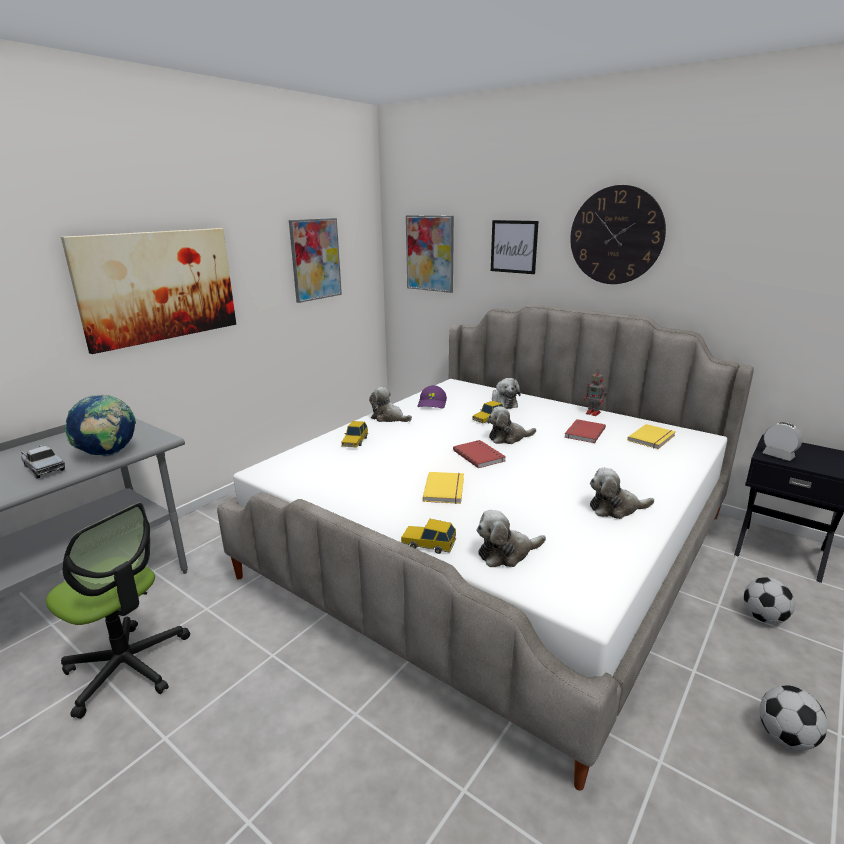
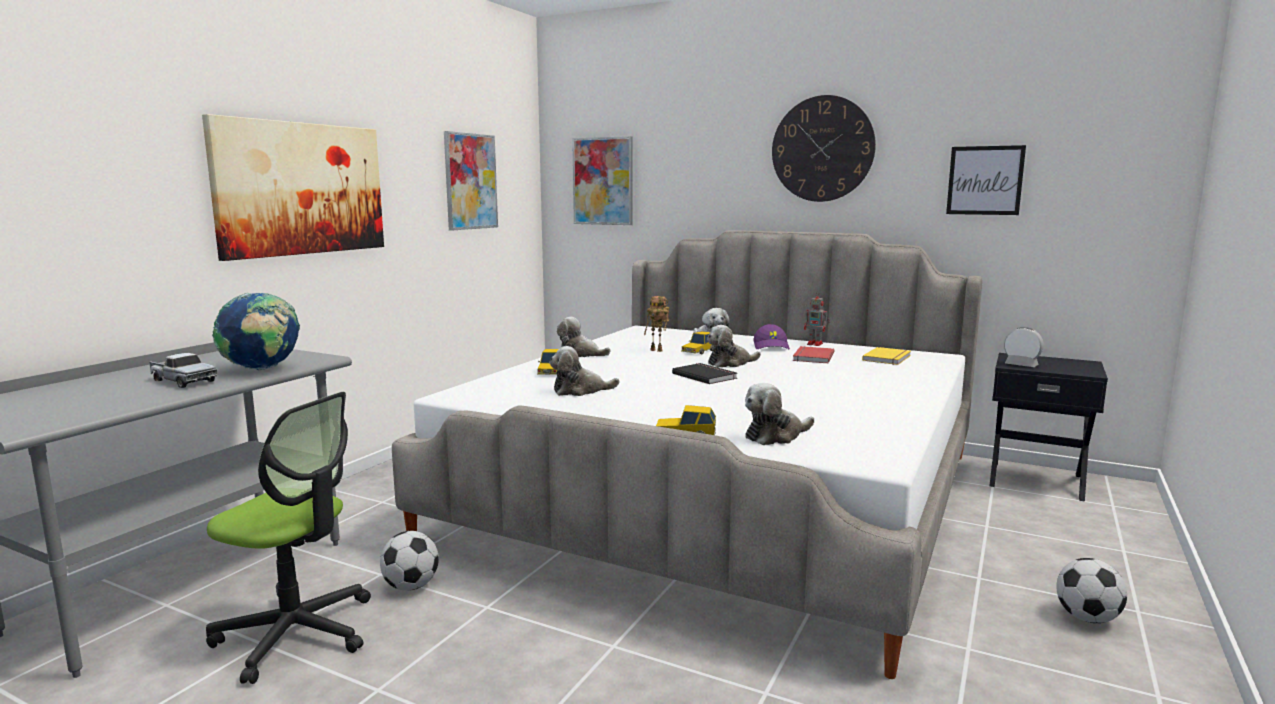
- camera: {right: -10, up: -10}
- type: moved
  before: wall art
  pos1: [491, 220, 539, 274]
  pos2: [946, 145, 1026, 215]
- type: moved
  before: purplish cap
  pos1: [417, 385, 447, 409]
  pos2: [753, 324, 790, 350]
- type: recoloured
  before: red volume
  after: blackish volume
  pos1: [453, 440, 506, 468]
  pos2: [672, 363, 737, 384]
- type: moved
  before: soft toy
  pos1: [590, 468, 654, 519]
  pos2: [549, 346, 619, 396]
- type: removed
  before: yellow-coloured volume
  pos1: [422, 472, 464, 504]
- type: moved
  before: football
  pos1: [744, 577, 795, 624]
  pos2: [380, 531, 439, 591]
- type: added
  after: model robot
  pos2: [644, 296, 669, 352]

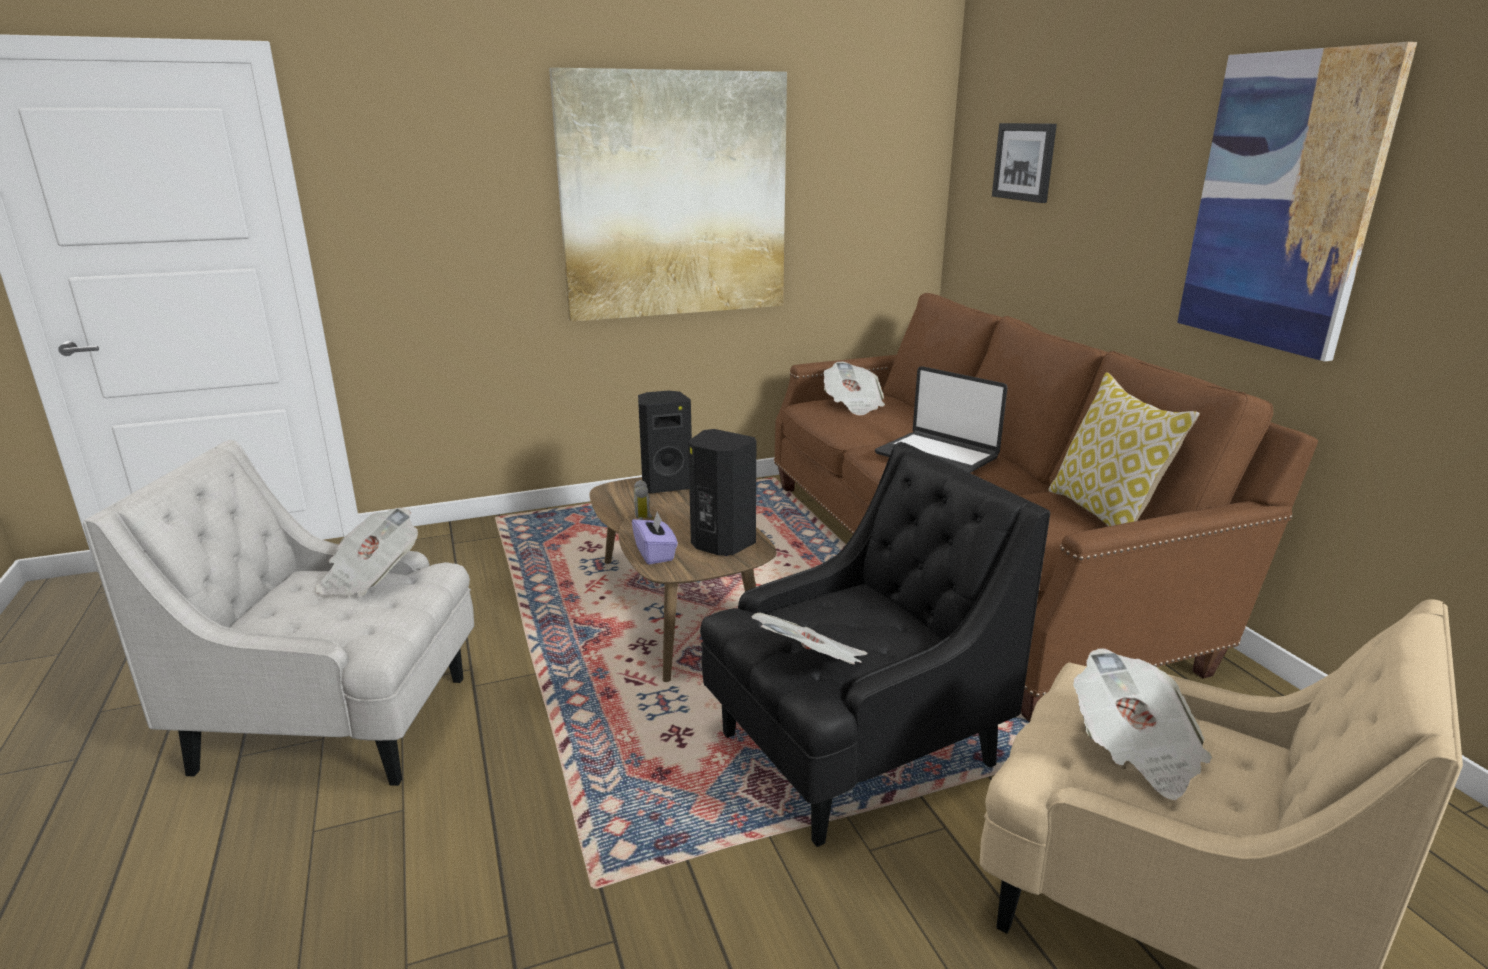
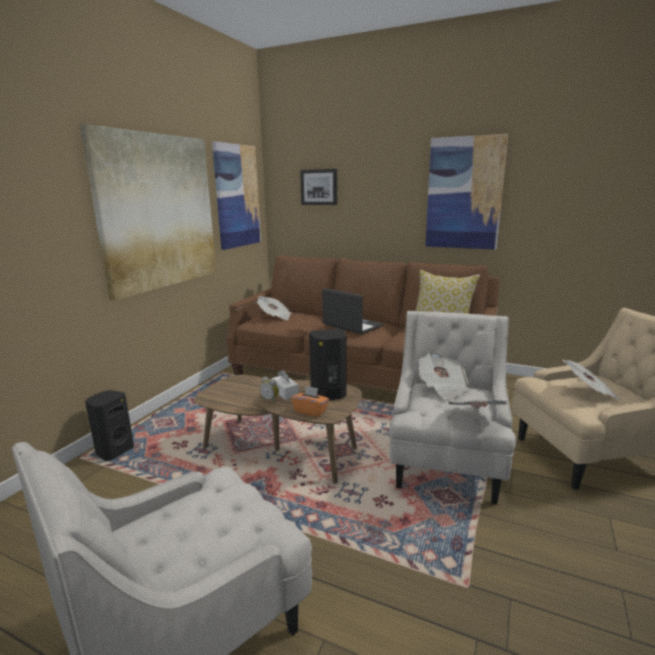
- camera: {right: -45, up: -5}
- type: turned
  before: notebook computer
  pos1: [875, 366, 1008, 473]
  pos2: [322, 288, 384, 334]
  turn: -135
- type: moved
  before: blackish loudspeaker
  pos1: [638, 391, 692, 494]
  pos2: [85, 390, 134, 461]
- type: recoloured
  before: blackish easy chair
  after: white easy chair
  pos1: [700, 442, 1050, 847]
  pos2: [389, 311, 516, 505]
- type: moved
  before: newspaper
  pos1: [315, 508, 418, 596]
  pos2: [419, 352, 469, 400]
- type: recoloured
  before: purplish box of tissues
  after: orange-coloured box of tissues
  pos1: [632, 511, 678, 564]
  pos2: [291, 386, 329, 417]
- type: added
  after: wall art
  pos2: [212, 141, 261, 250]
- type: added
  after: white box of tissues
  pos2: [272, 370, 299, 400]

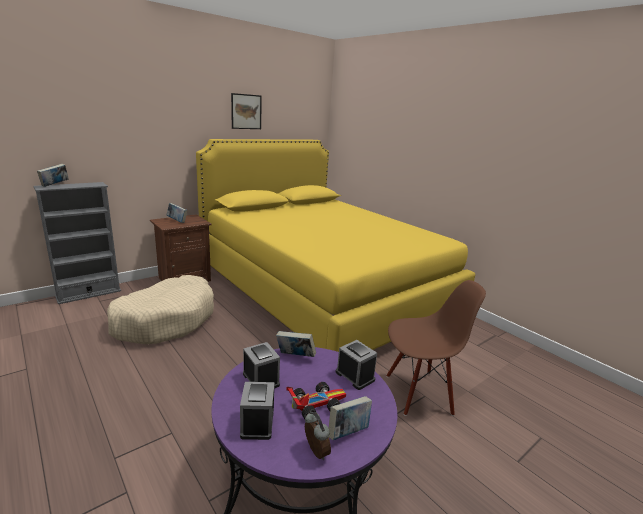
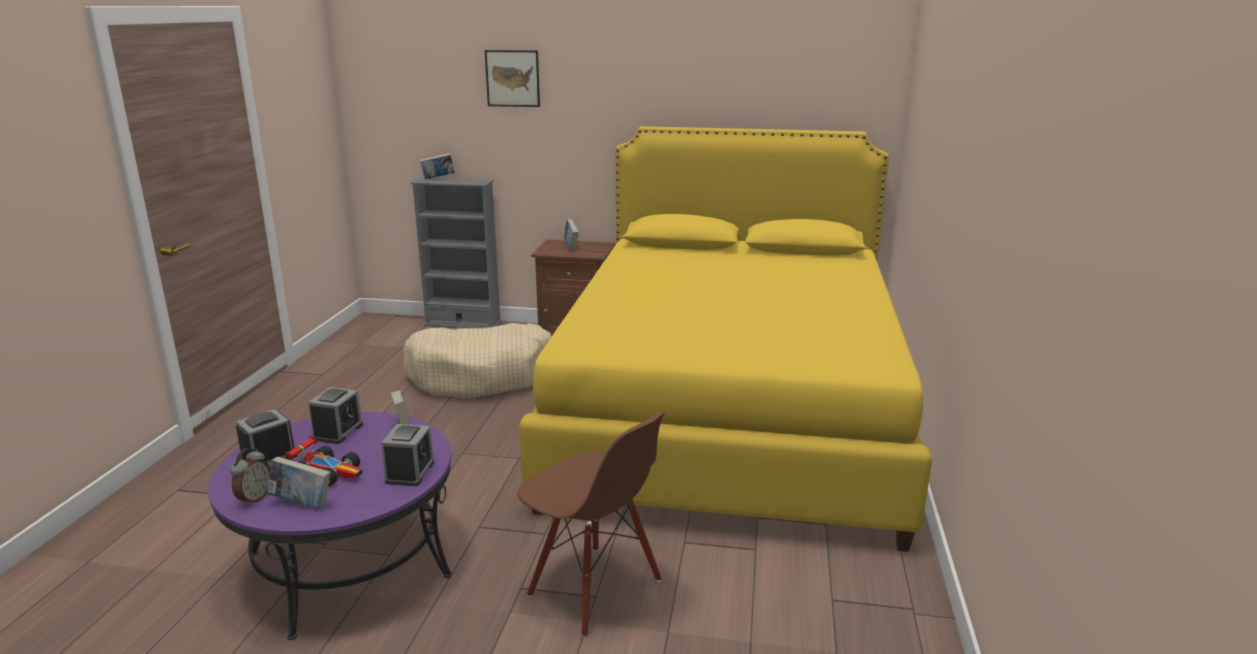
- camera: {right: 50, up: 0}
- type: moved
  before: wall art
  pos1: [231, 93, 262, 129]
  pos2: [485, 50, 540, 107]

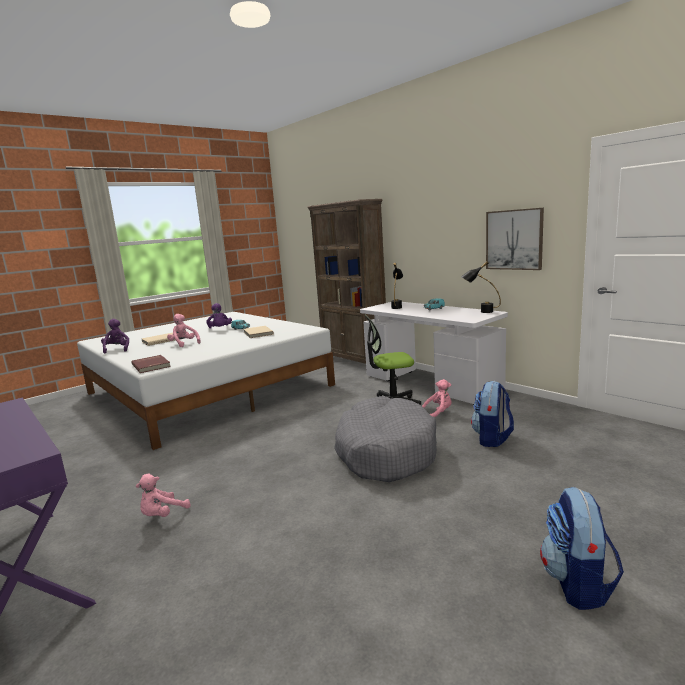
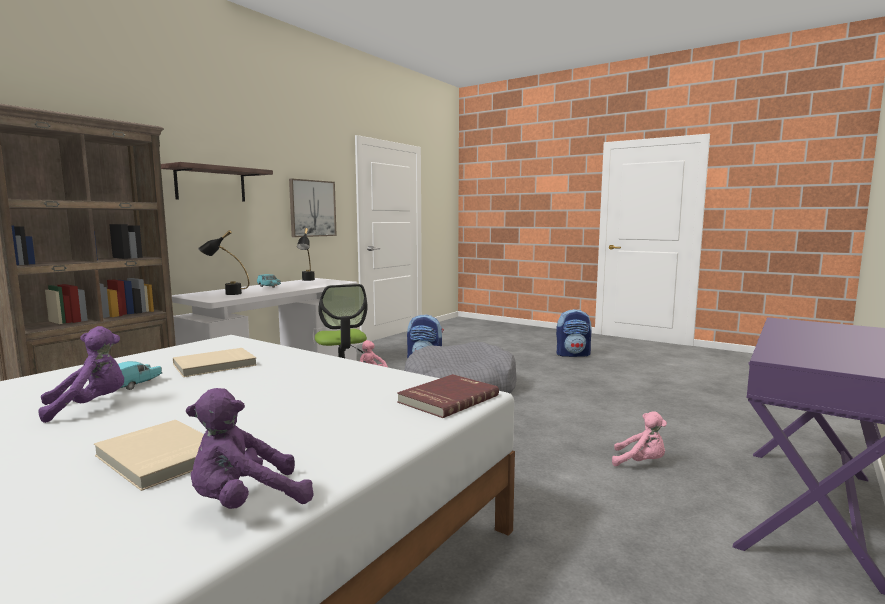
- camera: {right: -105, up: -5}
- type: removed
  before: pink-coloured soft toy
  pos1: [167, 314, 201, 347]
- type: added
  after: wall shelf
  pos2: [161, 162, 273, 201]

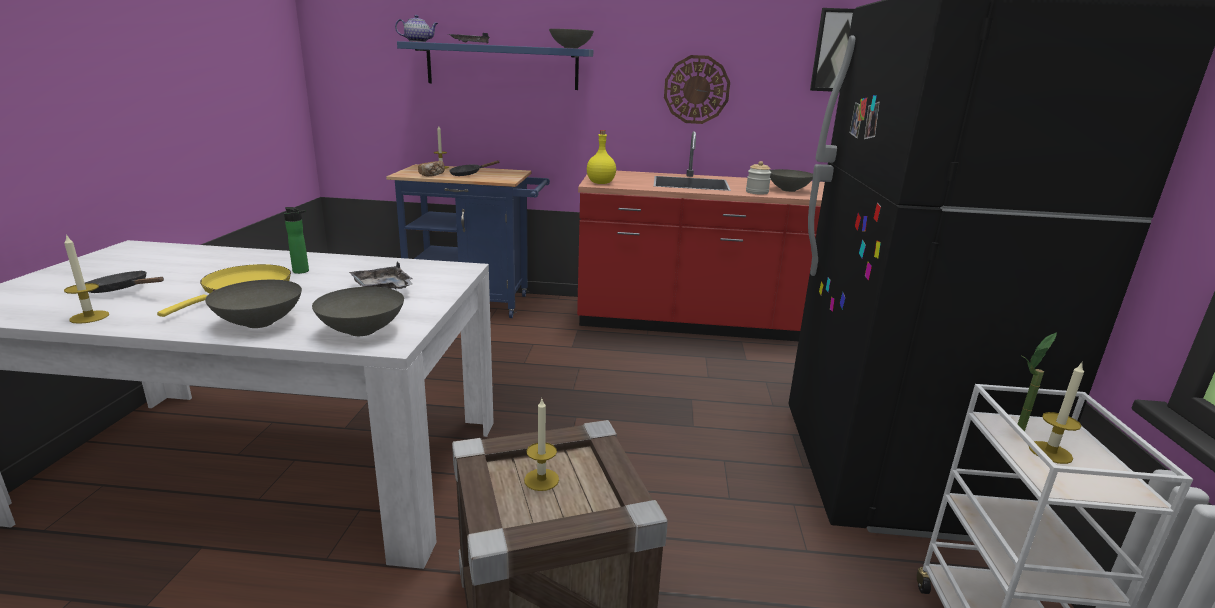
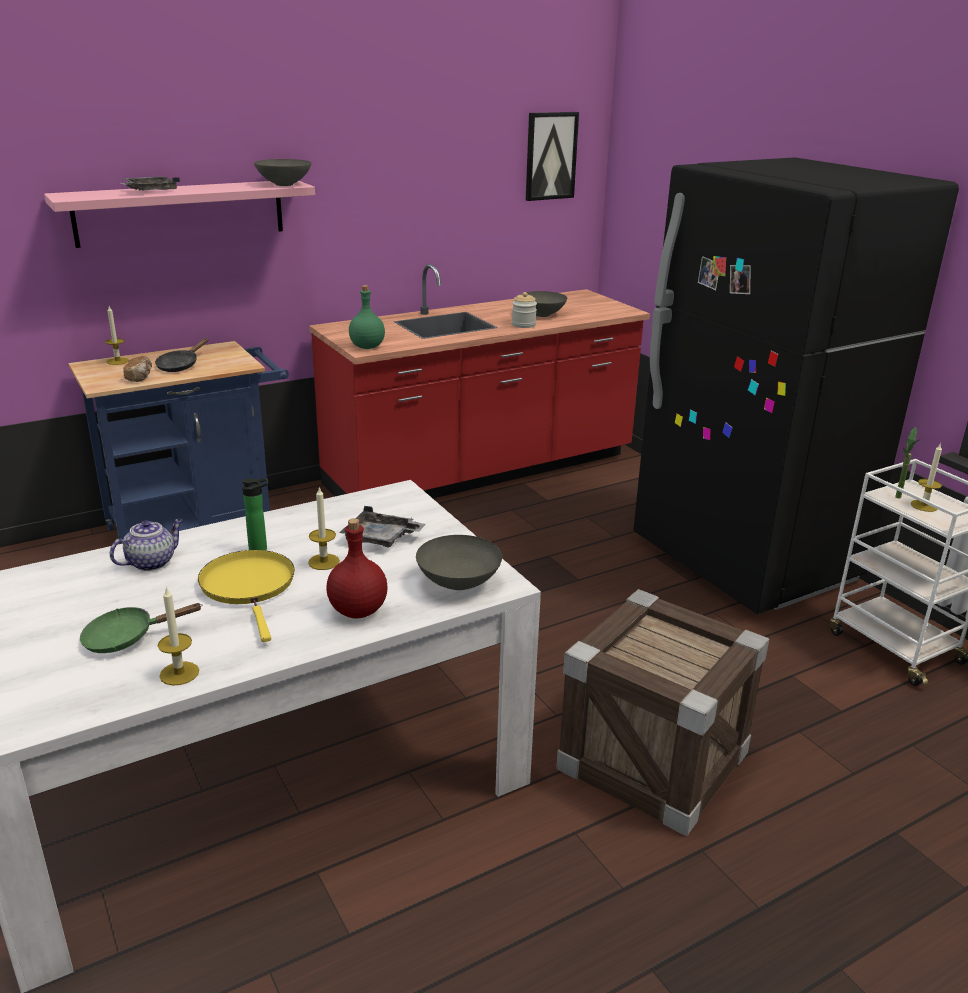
- camera: {right: -35, up: 5}
- type: moved
  before: tea pot
  pos1: [395, 15, 438, 42]
  pos2: [110, 519, 183, 571]
- type: recoloured
  before: blue wall shelf
  after: pink-coloured wall shelf
  pos1: [397, 41, 593, 90]
  pos2: [44, 181, 315, 248]
- type: removed
  before: wall clock
  pos1: [664, 55, 730, 124]
- type: recoloured
  before: yellow-coloured drink bottle
  after: green drink bottle
  pos1: [587, 130, 616, 184]
  pos2: [349, 285, 385, 349]
- type: recoloured
  before: blackish frying pan
  after: green frying pan
  pos1: [85, 270, 164, 293]
  pos2: [80, 603, 201, 653]
- type: replaced
  before: gray bowl
  after: red drink bottle
  pos1: [205, 280, 302, 328]
  pos2: [327, 518, 388, 619]
- type: moved
  before: wax candle
  pos1: [524, 397, 559, 491]
  pos2: [308, 487, 340, 570]

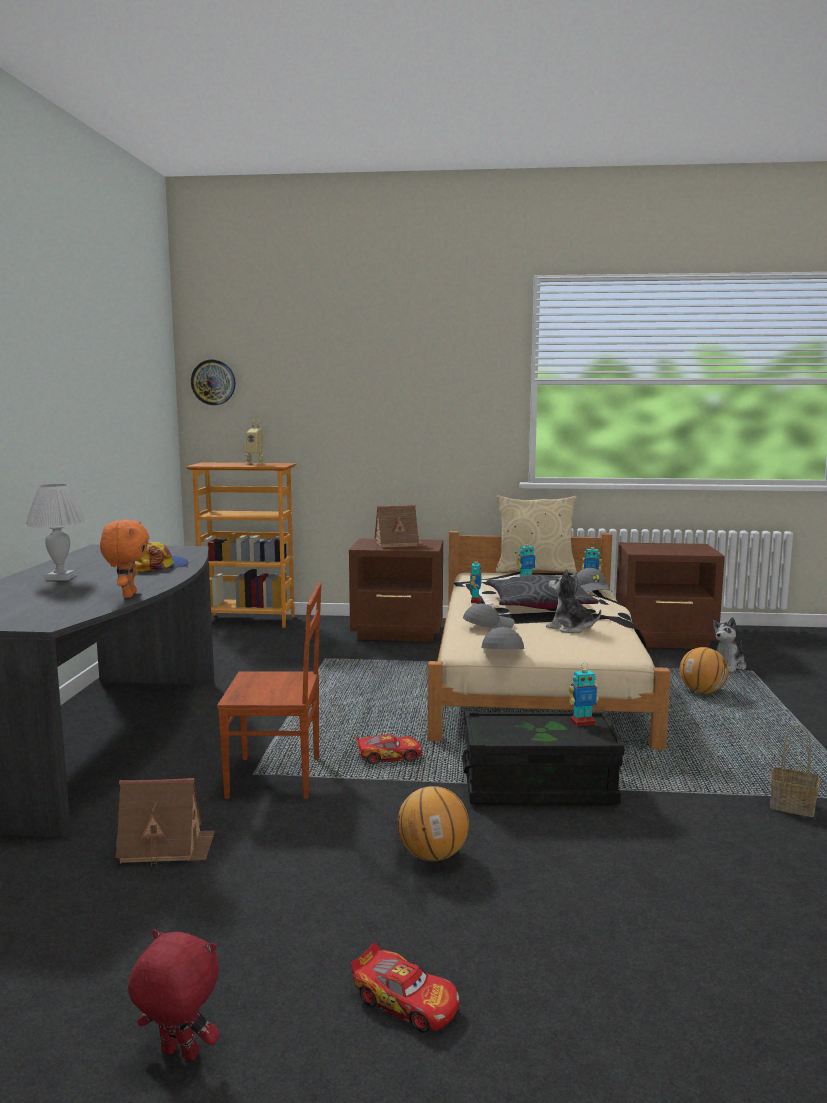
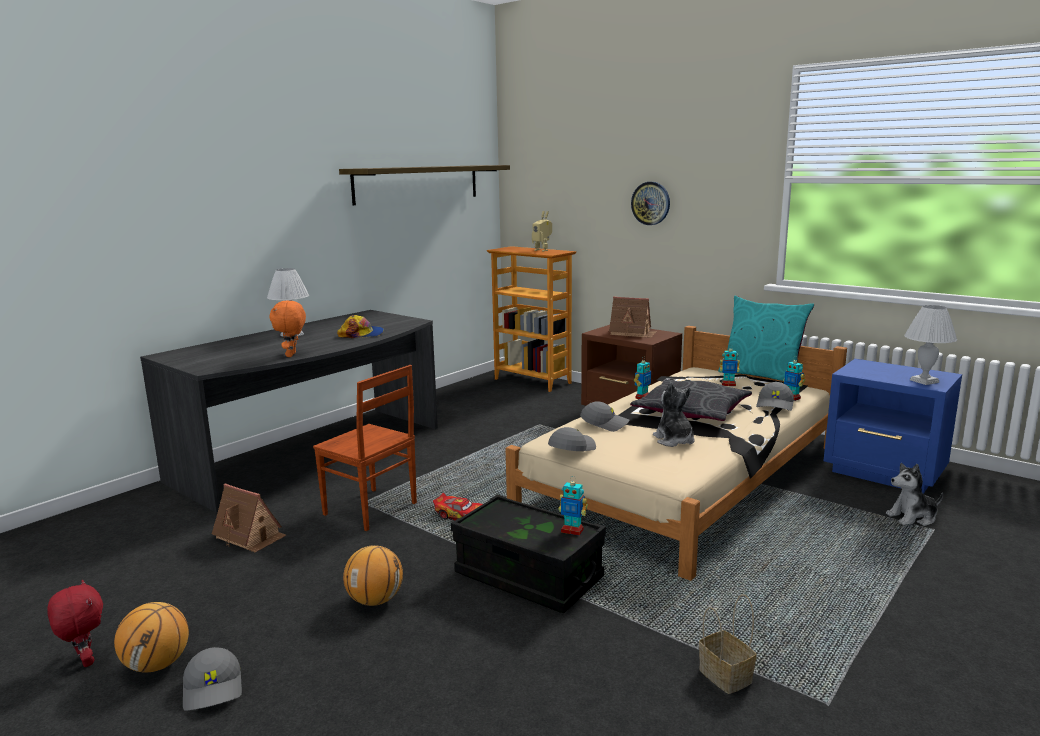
- camera: {right: 35, up: 5}
- type: moved
  before: wall clock
  pos1: [191, 360, 236, 405]
  pos2: [631, 182, 670, 225]
- type: recoloured
  before: beige-coloured cushion
  after: turquoise cushion
  pos1: [495, 495, 577, 574]
  pos2: [718, 296, 814, 381]
- type: turned
  before: orange-coloured soft toy
  pos1: [100, 520, 149, 598]
  pos2: [269, 300, 306, 357]
  turn: 150
- type: recoloured
  before: brownish night table
  after: blue night table
  pos1: [616, 543, 725, 649]
  pos2: [824, 359, 962, 494]
- type: moved
  before: basketball
  pos1: [680, 647, 729, 694]
  pos2: [114, 602, 189, 673]
- type: replaced
  before: miniature car
  after: gray cap
  pos1: [351, 942, 460, 1032]
  pos2: [183, 647, 242, 711]
- type: added
  after: wall shelf
  pos2: [339, 165, 510, 205]
- type: added
  after: white tabletop lamp
  pos2: [904, 305, 957, 385]

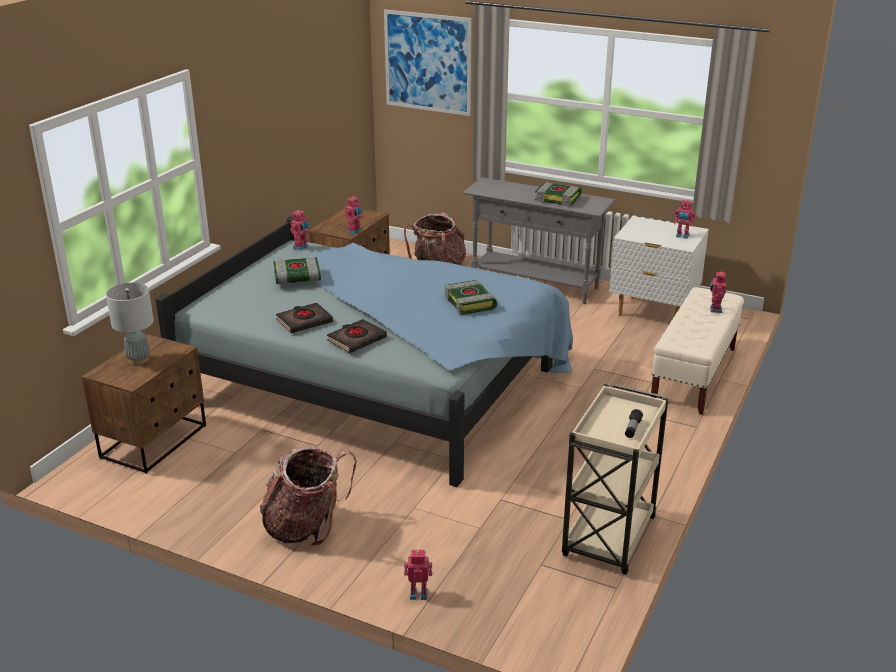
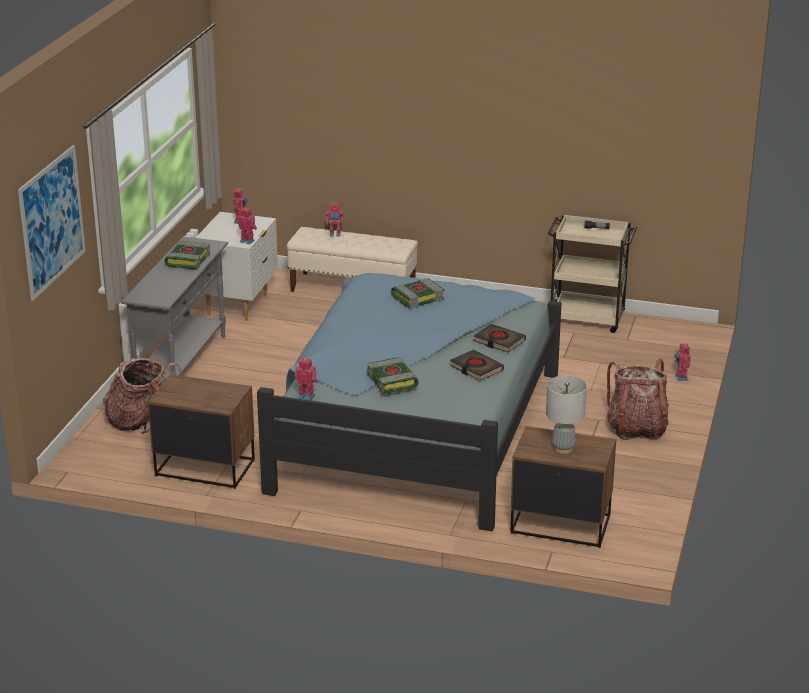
- camera: {right: -100, up: 0}
- type: moved
  before: model robot
  pos1: [345, 197, 364, 235]
  pos2: [237, 207, 257, 245]

